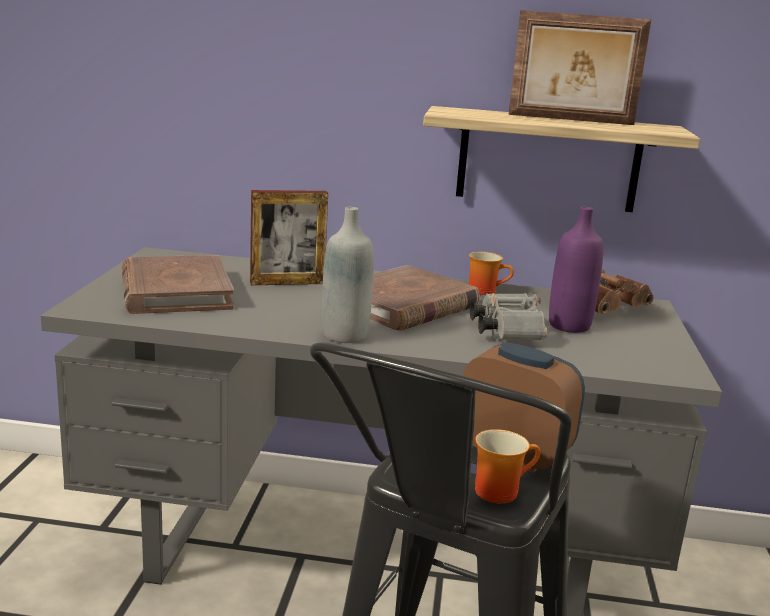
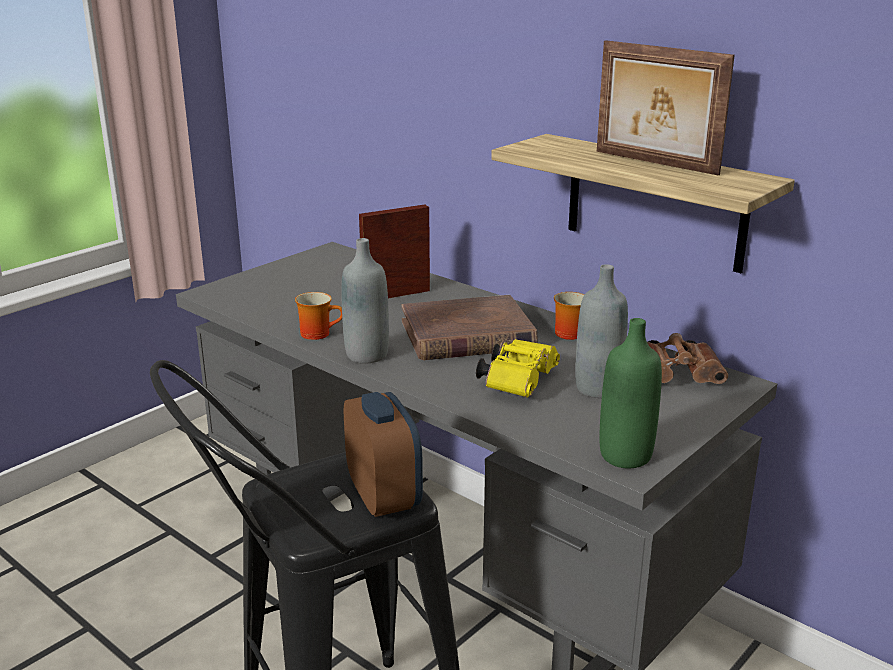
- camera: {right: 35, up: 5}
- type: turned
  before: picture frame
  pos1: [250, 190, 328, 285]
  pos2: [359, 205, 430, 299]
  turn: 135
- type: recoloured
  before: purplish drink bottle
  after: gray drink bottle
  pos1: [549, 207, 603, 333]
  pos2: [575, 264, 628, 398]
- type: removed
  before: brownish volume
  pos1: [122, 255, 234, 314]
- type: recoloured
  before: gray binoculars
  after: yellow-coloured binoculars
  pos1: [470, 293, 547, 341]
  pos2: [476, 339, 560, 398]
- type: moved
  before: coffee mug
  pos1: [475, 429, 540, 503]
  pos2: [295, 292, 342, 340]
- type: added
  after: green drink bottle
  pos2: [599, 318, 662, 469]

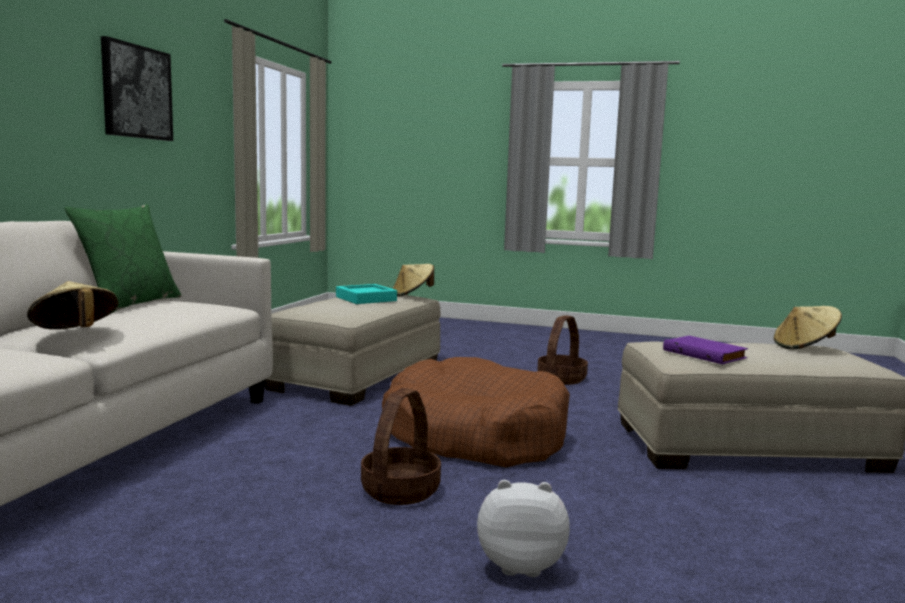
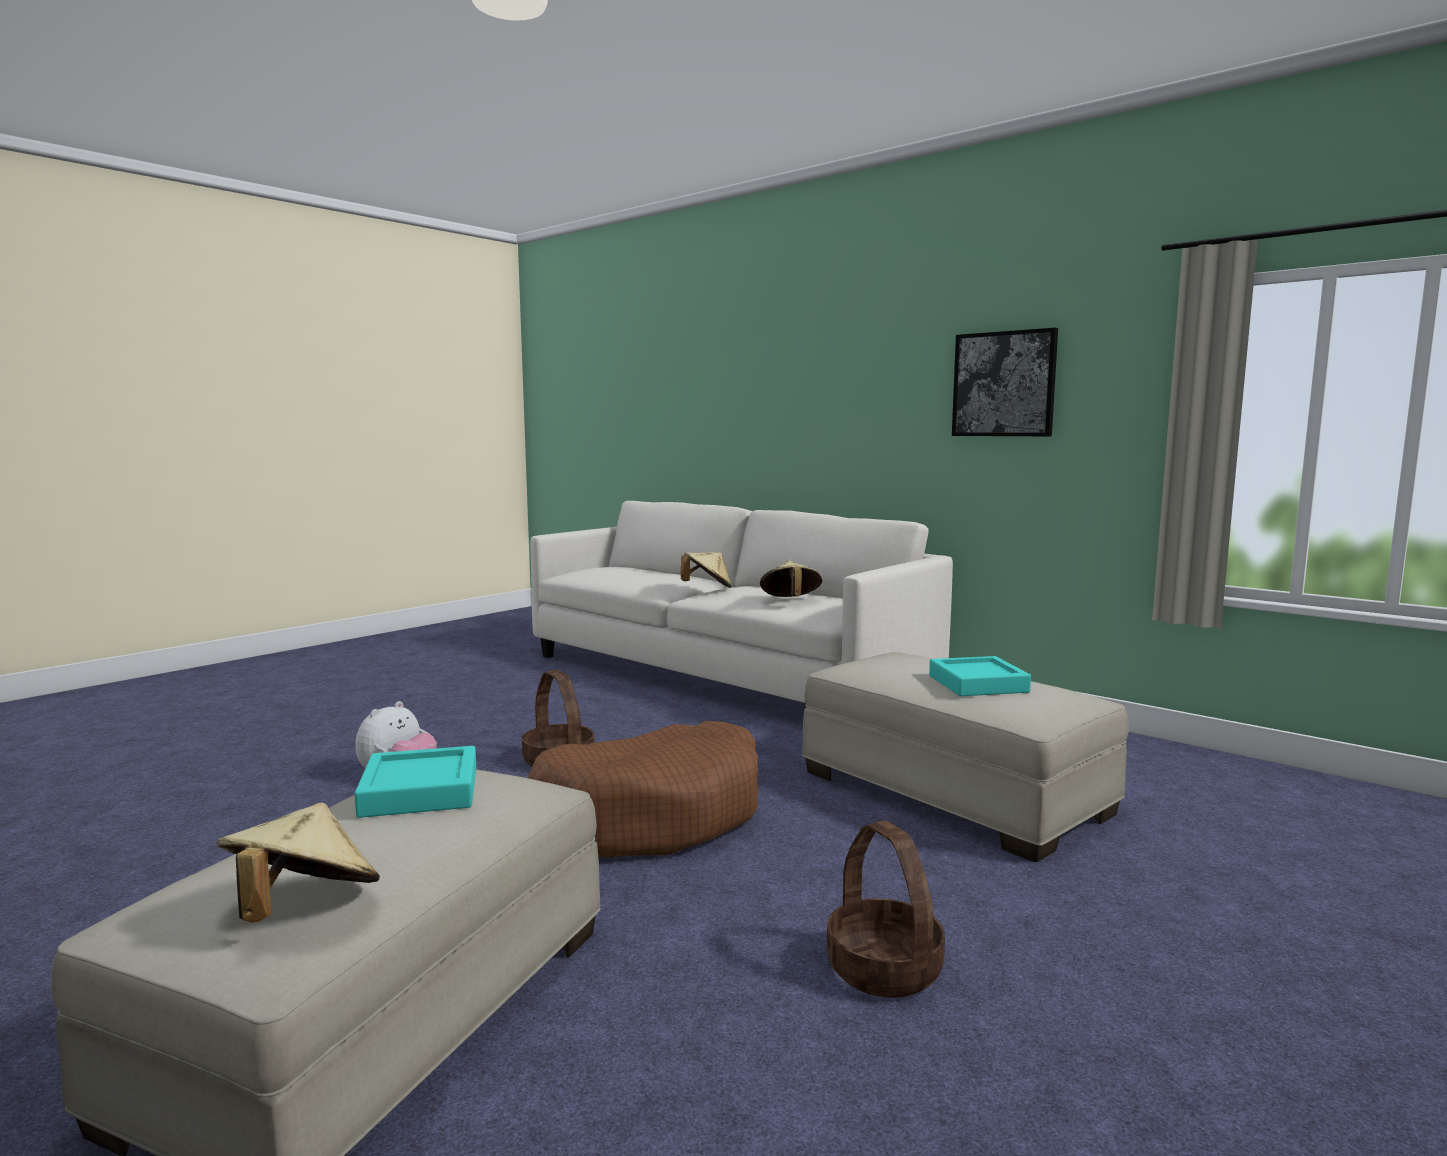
- camera: {right: 115, up: 0}
- type: removed
  before: green cushion
  pos1: [65, 204, 182, 314]
- type: moved
  before: beige-coloured wearable hat
  pos1: [393, 264, 434, 296]
  pos2: [760, 561, 822, 597]
- type: replaced
  before: purplish volume
  after: turquoise carrying tray
  pos1: [663, 336, 748, 364]
  pos2: [355, 746, 476, 818]

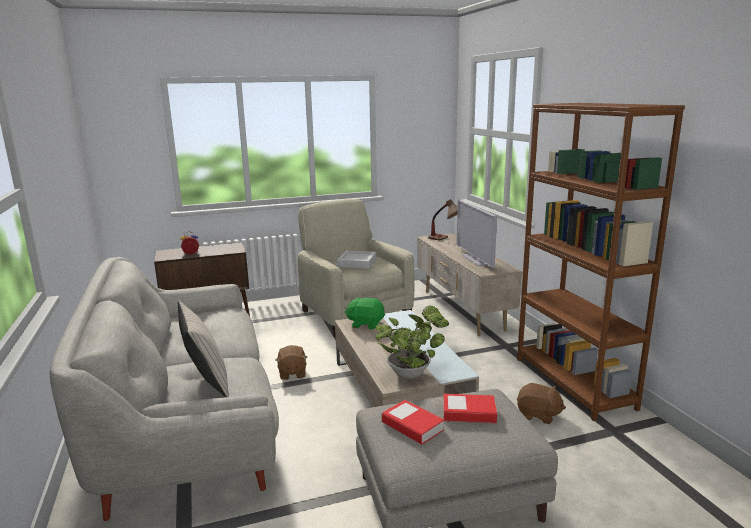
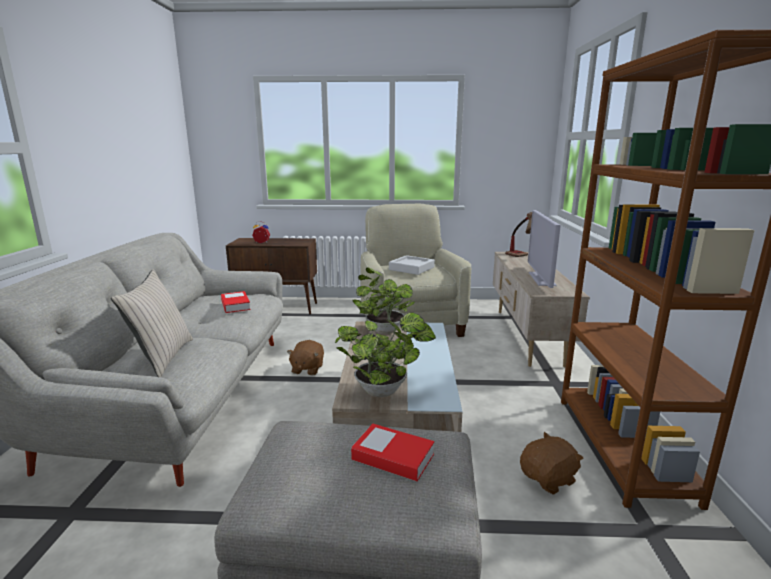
- camera: {right: 20, up: 0}
- type: replaced
  before: green soft toy
  after: plant in a pot
  pos1: [345, 297, 385, 329]
  pos2: [352, 267, 415, 334]
- type: turned
  before: brownish soft toy
  pos1: [517, 383, 566, 424]
  pos2: [520, 432, 584, 495]
  turn: -75
- type: moved
  before: volume
  pos1: [382, 400, 444, 445]
  pos2: [221, 291, 251, 313]

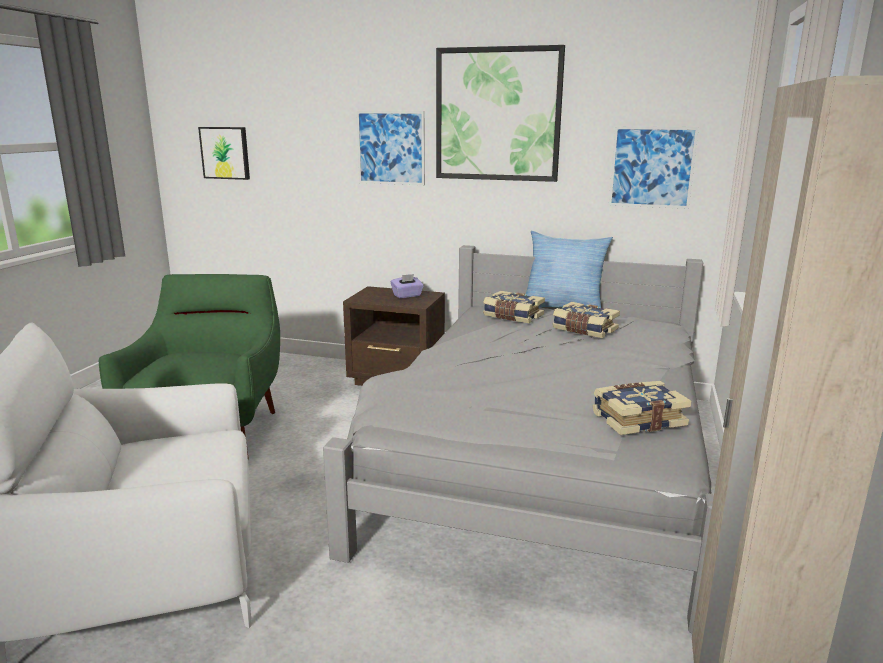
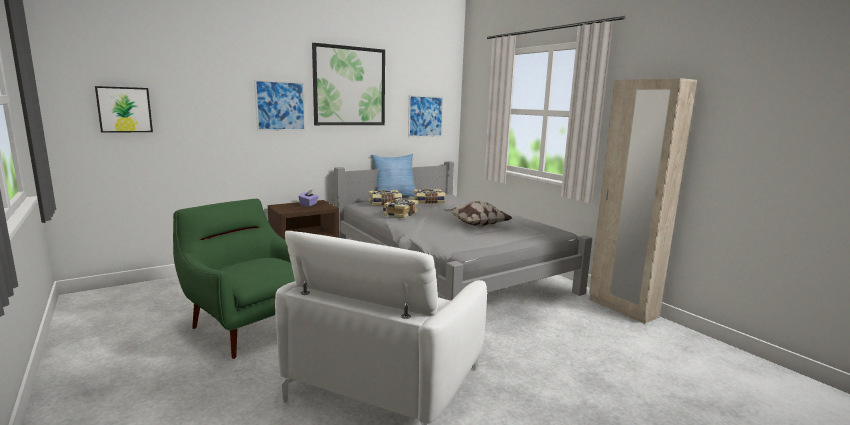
- camera: {right: -50, up: -5}
- type: moved
  before: volume
  pos1: [593, 381, 691, 435]
  pos2: [383, 198, 419, 218]
- type: added
  after: cushion
  pos2: [444, 201, 512, 227]

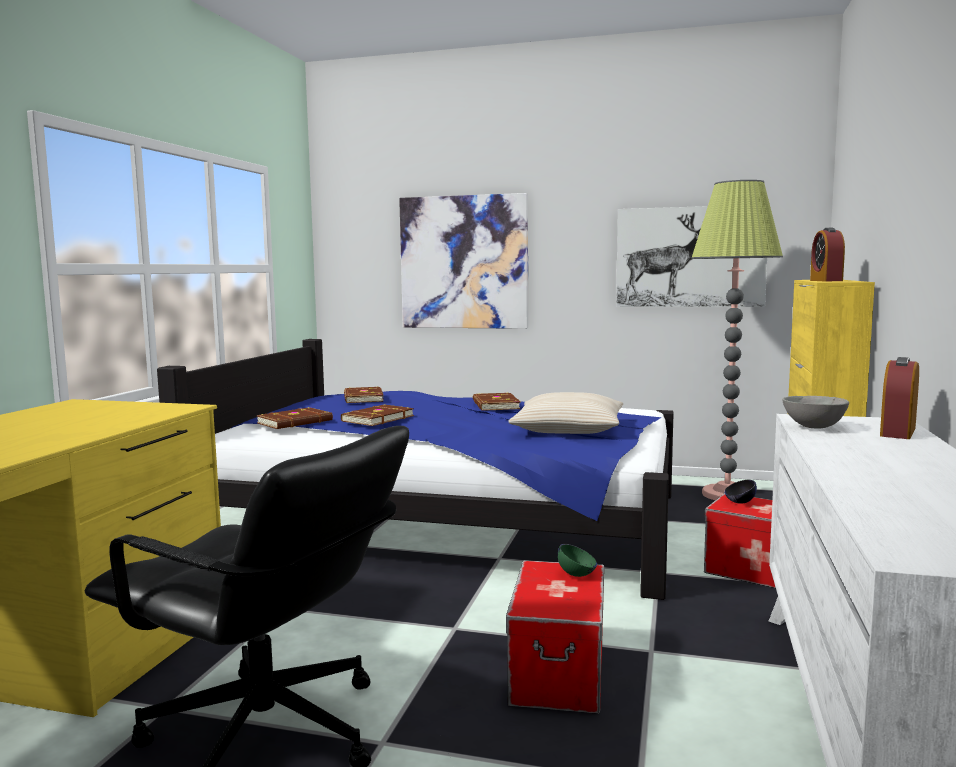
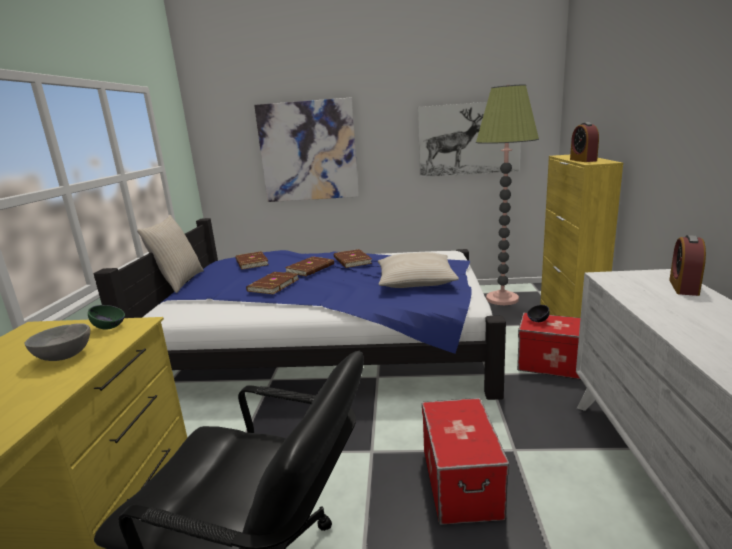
- camera: {right: -10, up: 10}
- type: moved
  before: gray bowl
  pos1: [782, 396, 849, 428]
  pos2: [24, 323, 90, 361]
- type: moved
  before: brownish volume
  pos1: [256, 407, 333, 429]
  pos2: [285, 256, 334, 276]
- type: moved
  before: green bowl
  pos1: [558, 544, 597, 577]
  pos2: [88, 305, 125, 330]
- type: added
  after: beige-coloured cushion
  pos2: [137, 215, 204, 293]

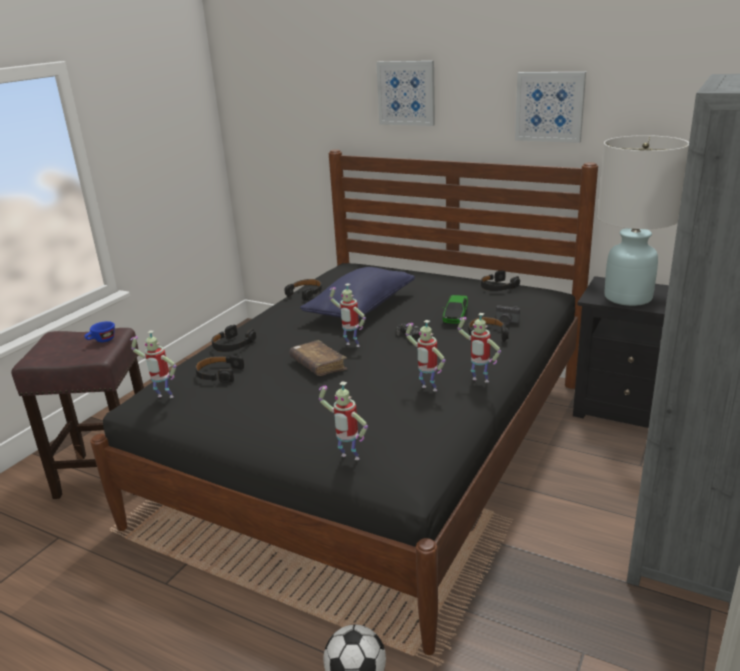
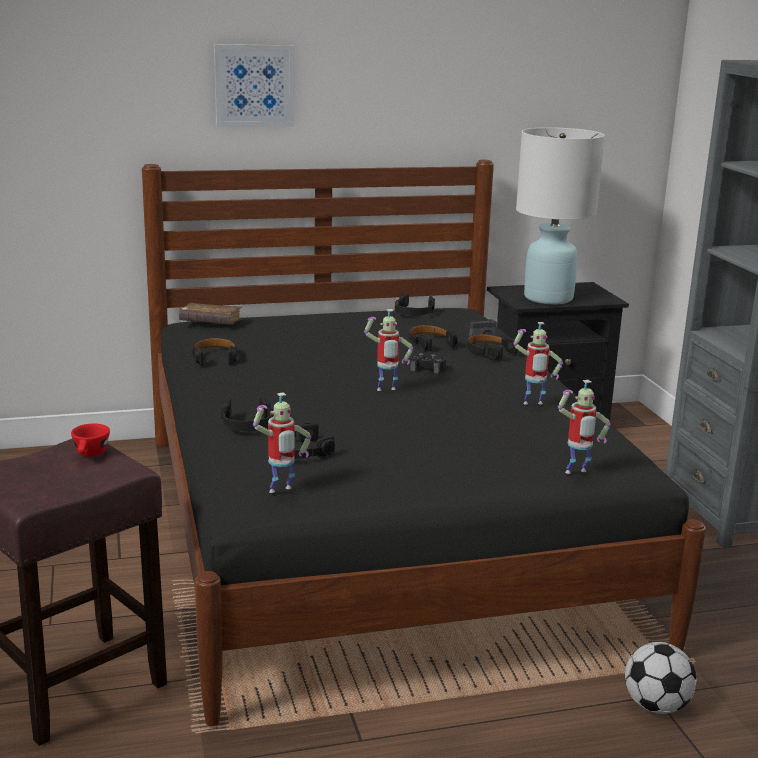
- camera: {right: -45, up: -5}
- type: removed
  before: wall art
  pos1: [515, 72, 586, 143]
- type: removed
  before: blue cushion
  pos1: [300, 267, 415, 319]
- type: replaced
  before: miniature car
  after: blackish headphones
  pos1: [443, 295, 468, 324]
  pos2: [408, 325, 458, 351]
- type: removed
  before: model robot
  pos1: [458, 313, 501, 383]
- type: recoloured
  before: blue cup
  after: red cup
  pos1: [84, 321, 115, 342]
  pos2: [71, 424, 110, 456]
- type: moved
  before: brownish volume
  pos1: [289, 340, 348, 376]
  pos2: [179, 303, 243, 325]

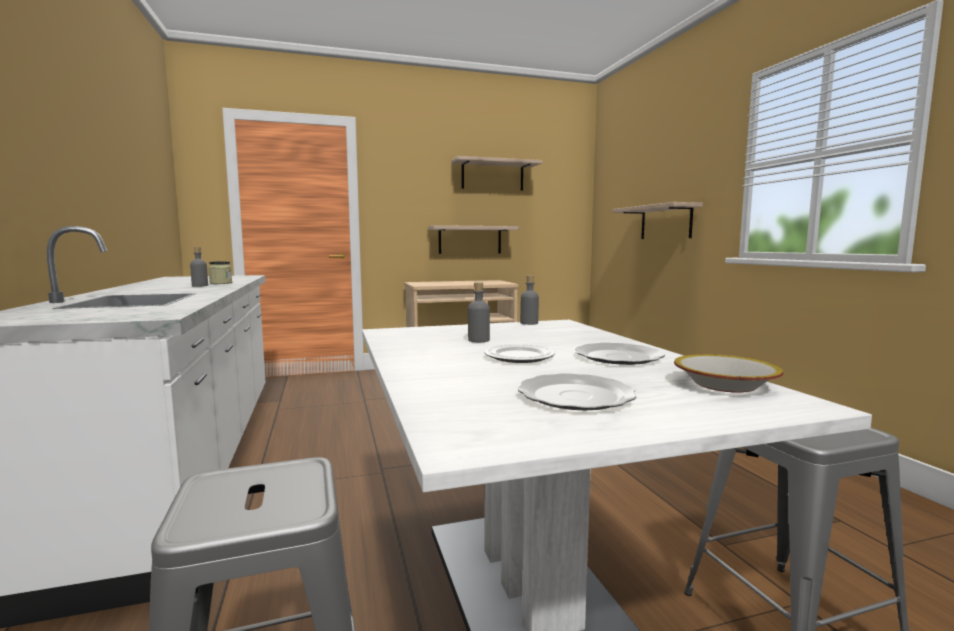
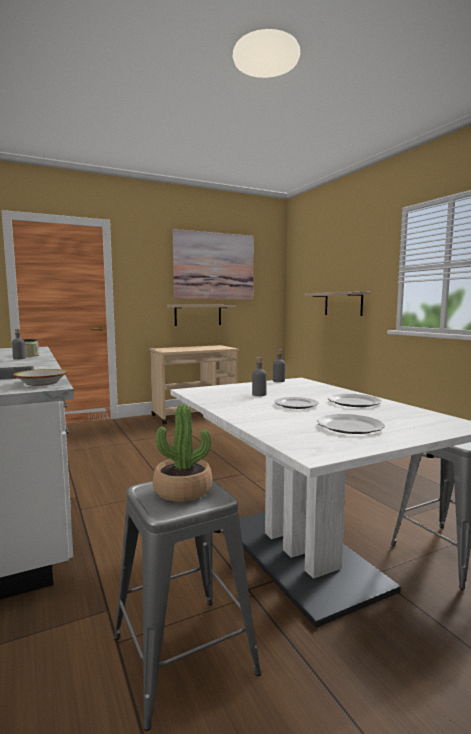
- camera: {right: -10, up: 0}
- type: replaced
  before: wall shelf
  after: wall art
  pos1: [452, 156, 542, 191]
  pos2: [173, 229, 253, 299]
- type: moved
  before: bowl
  pos1: [674, 354, 783, 393]
  pos2: [13, 369, 68, 386]
- type: added
  after: plant in a pot
  pos2: [153, 404, 212, 502]

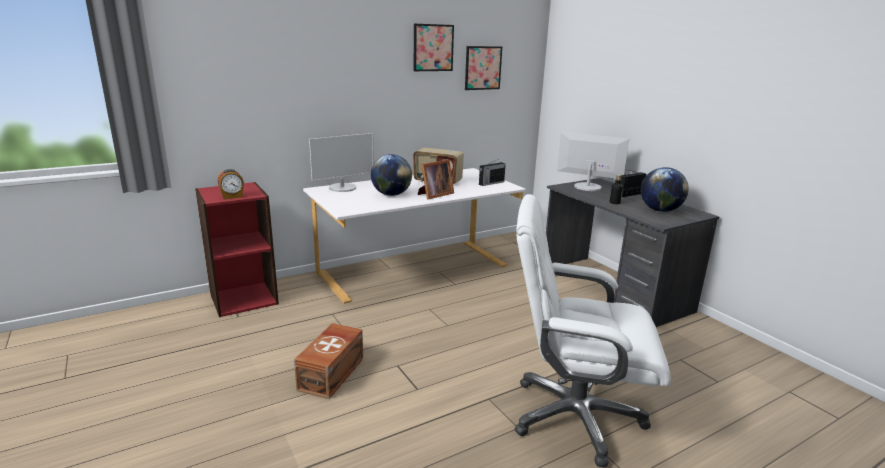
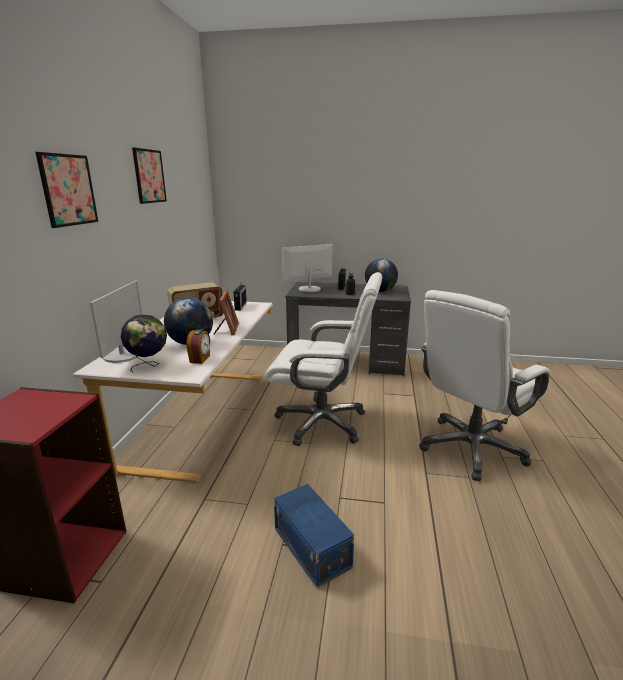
- camera: {right: -50, up: 0}
- type: moved
  before: wall art
  pos1: [465, 46, 502, 90]
  pos2: [35, 152, 98, 228]
- type: moved
  before: bedside clock
  pos1: [217, 169, 244, 200]
  pos2: [186, 329, 210, 364]
- type: recoloured
  before: brownish storage box
  after: blue storage box
  pos1: [294, 323, 363, 399]
  pos2: [274, 484, 354, 588]
- type: added
  after: white desk chair
  pos2: [265, 272, 382, 446]
- type: added
  after: desk globe
  pos2: [121, 314, 167, 372]

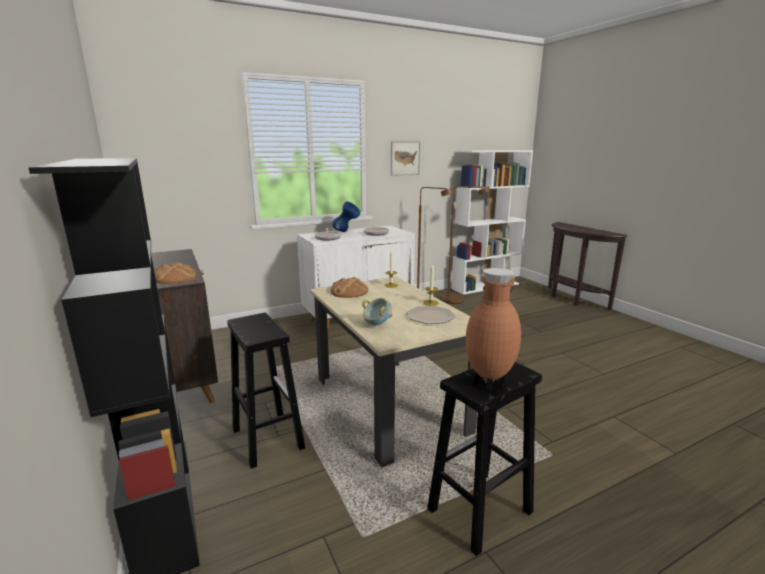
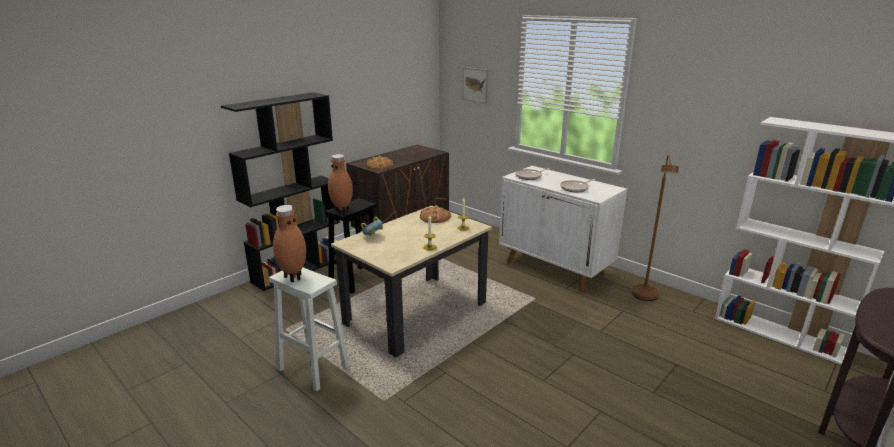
- camera: {right: 70, up: 5}
- type: moved
  before: wall art
  pos1: [391, 141, 420, 176]
  pos2: [462, 67, 488, 104]
- type: removed
  before: brownish floor lamp
  pos1: [443, 186, 490, 304]
- type: removed
  before: blue vase
  pos1: [332, 201, 360, 232]
- type: removed
  before: flat dish
  pos1: [407, 306, 456, 324]
- type: recoloured
  before: blackish stool
  after: white stool
  pos1: [428, 362, 542, 556]
  pos2: [269, 267, 350, 391]
- type: added
  after: brownish vase
  pos2: [328, 154, 353, 214]

